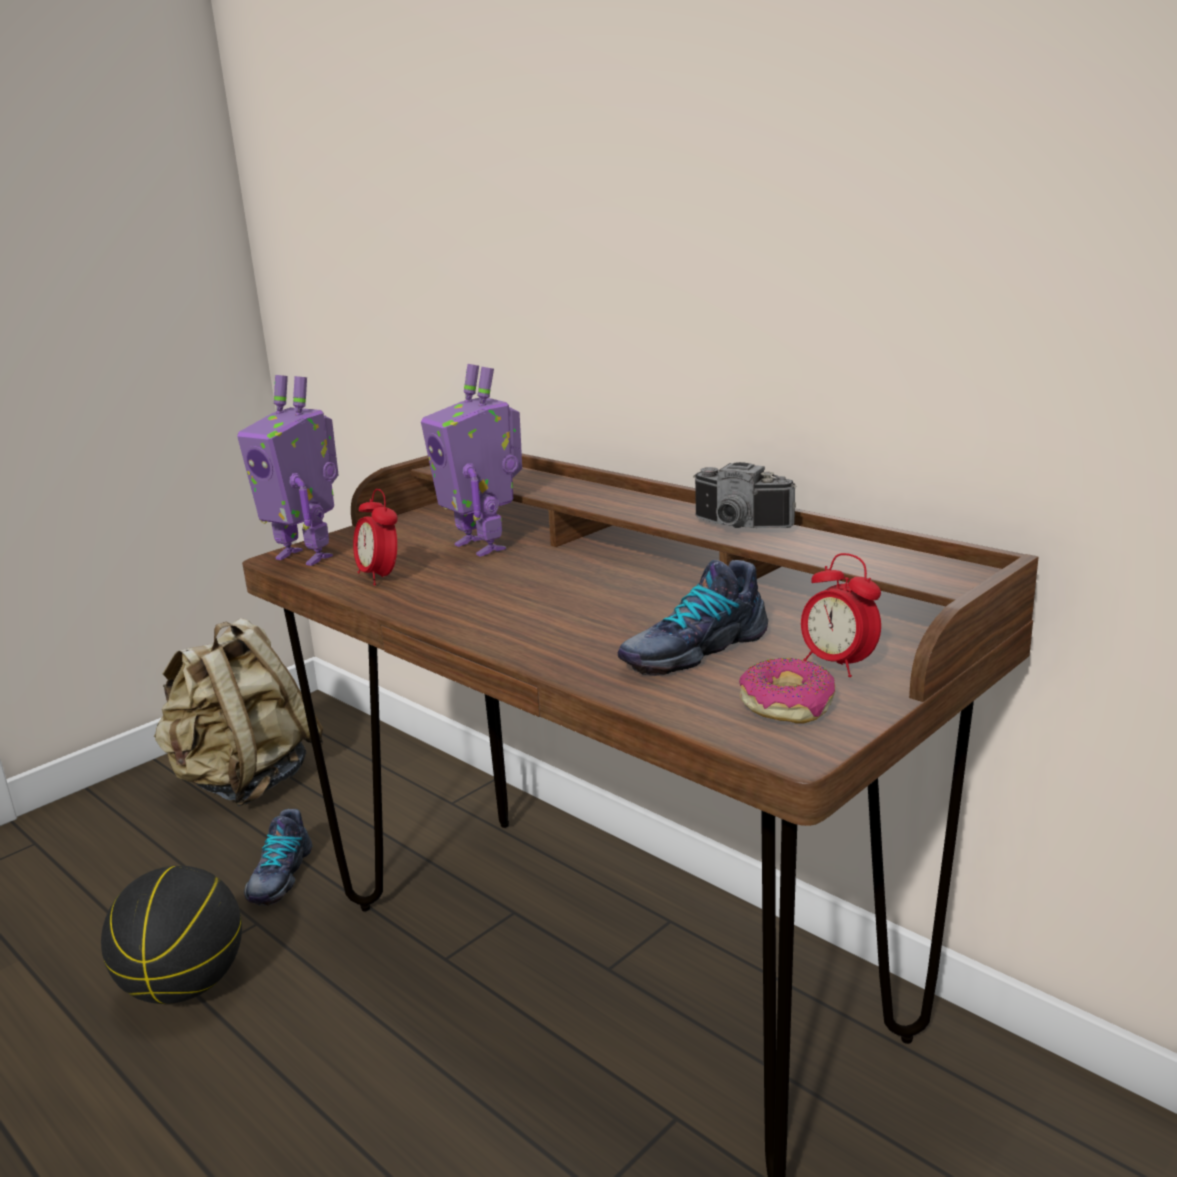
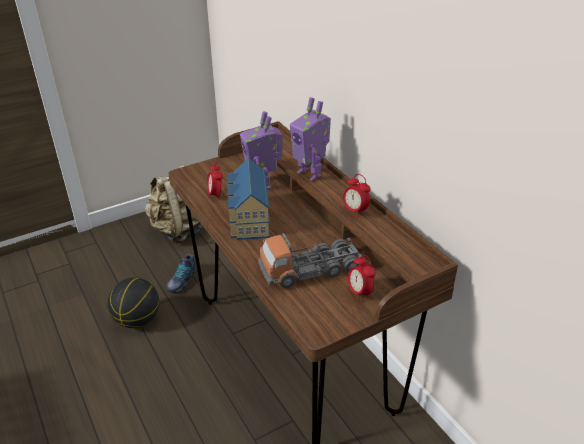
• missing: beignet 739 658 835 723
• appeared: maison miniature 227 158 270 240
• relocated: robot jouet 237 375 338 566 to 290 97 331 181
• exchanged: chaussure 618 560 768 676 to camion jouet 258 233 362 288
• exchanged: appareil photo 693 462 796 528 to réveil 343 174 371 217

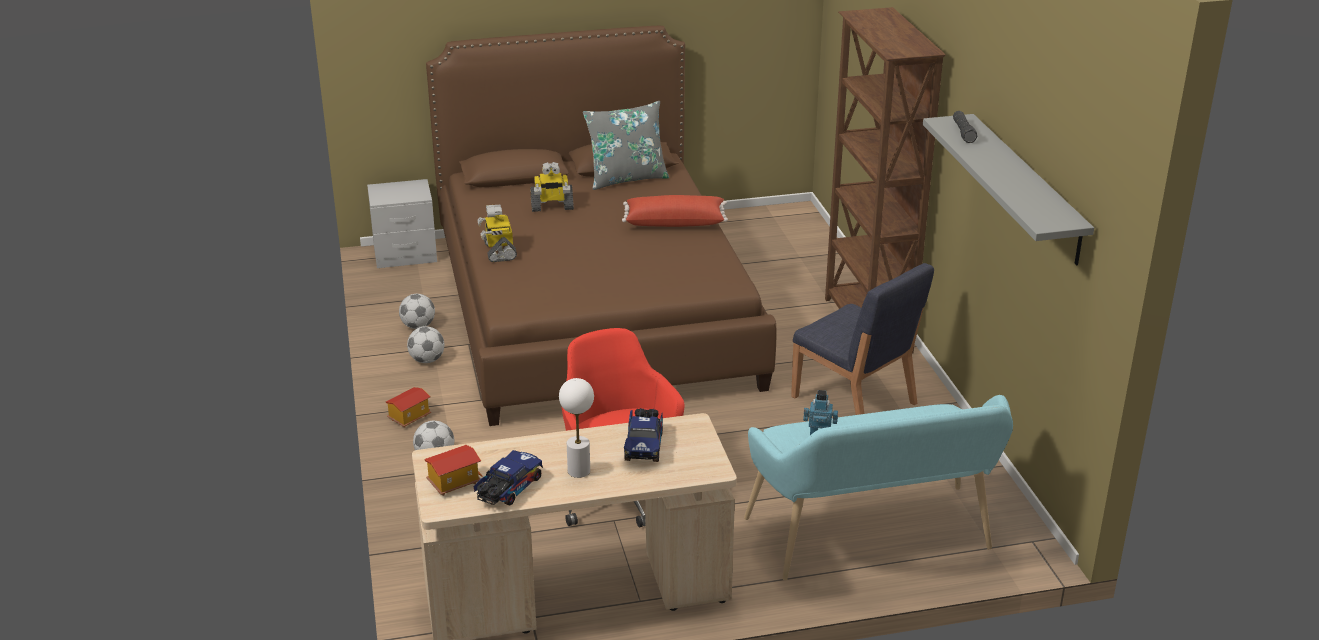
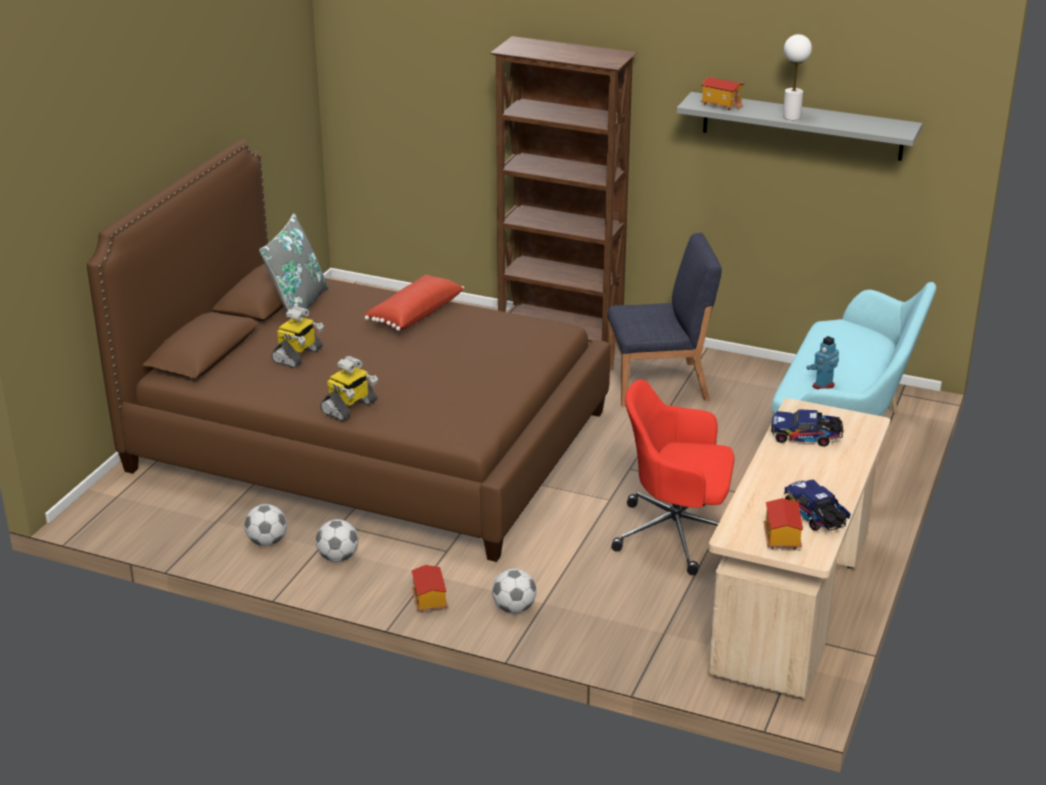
• missing: table de chevet (gris) 367 179 437 268
• relocated: lampe de table (blanc) 559 378 594 478 to 783 34 812 120
• exchanged: lampe de poche (noir) 953 111 977 143 to maison miniature 700 77 744 110
• spun: robot jouet 477 205 517 262 = 320 356 378 421 75 degrees counterclockwise
• spun: camion jouet 624 408 663 462 = 771 409 843 447 150 degrees clockwise

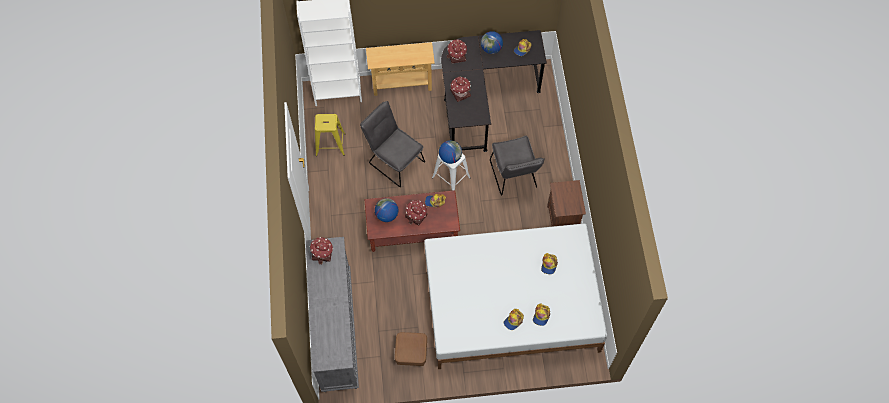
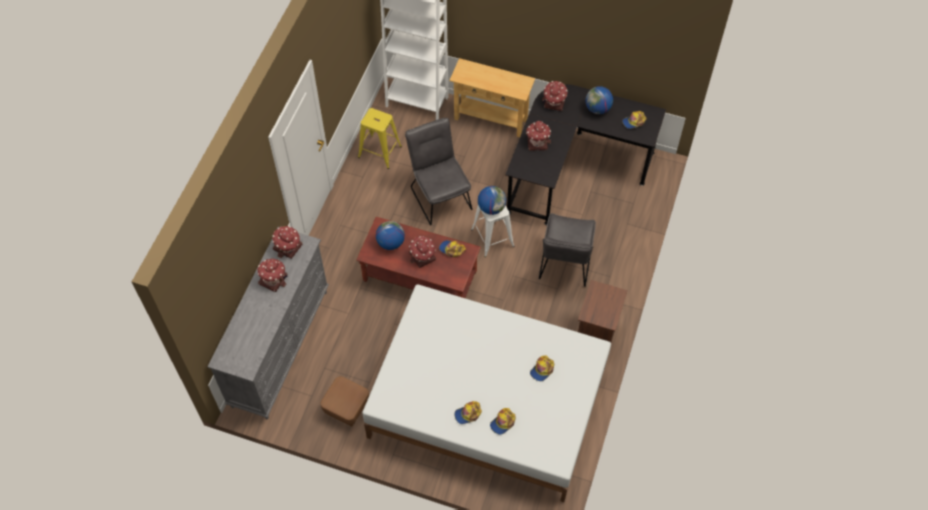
• appeared: maison miniature 257 259 288 292

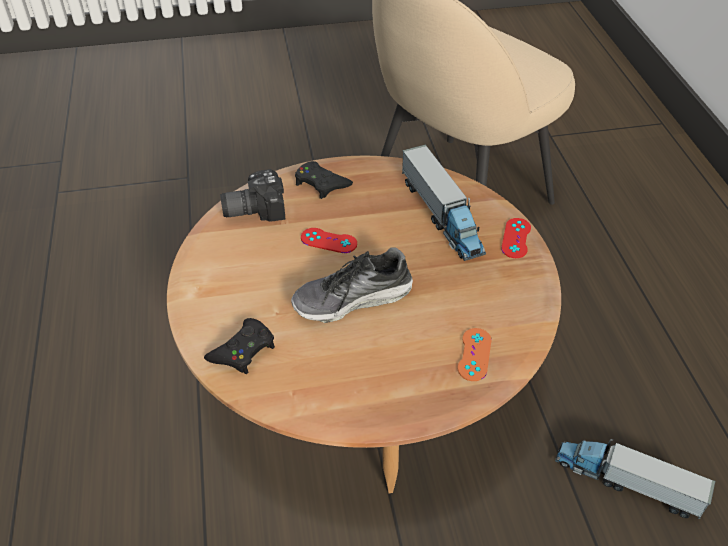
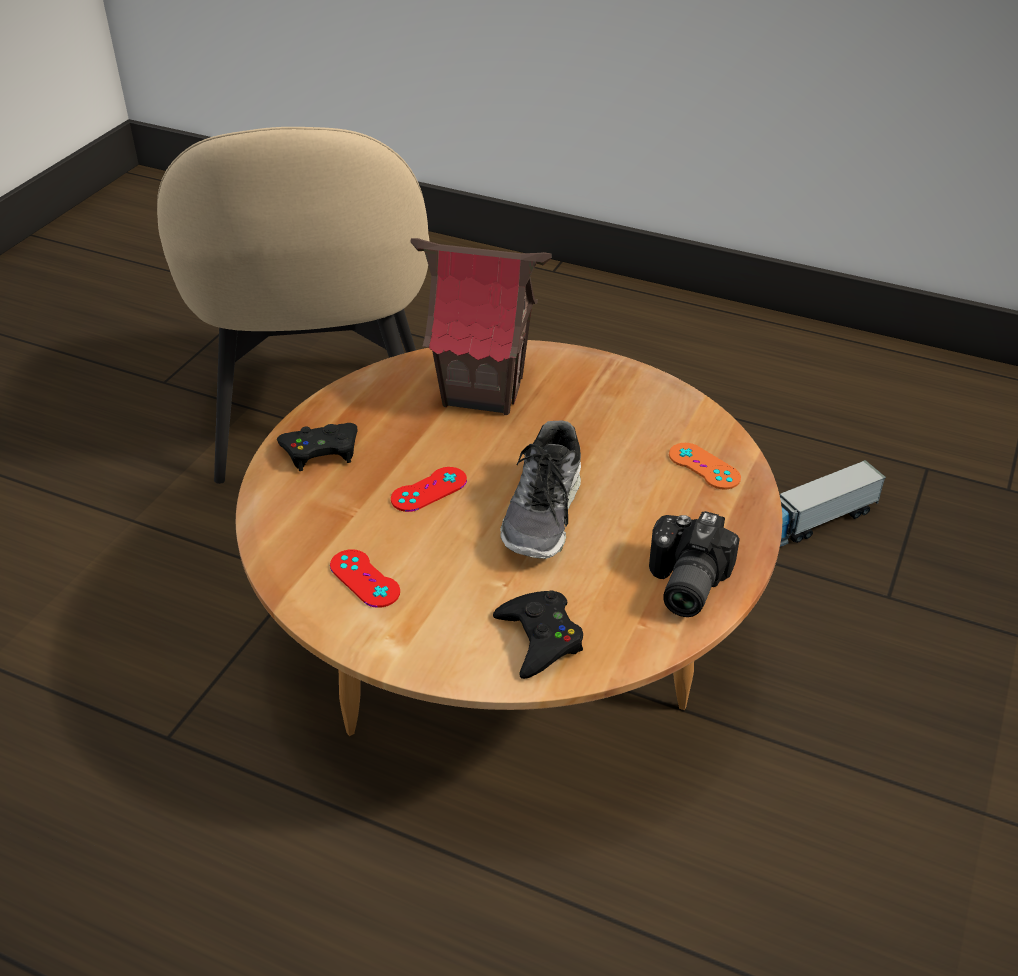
• relocated: appareil photo 220 169 286 222 to 649 511 740 617
• relocated: manette (rouge) 501 218 531 258 to 330 549 400 608
• exchanged: camion jouet 402 144 486 261 to maison miniature 411 238 552 415

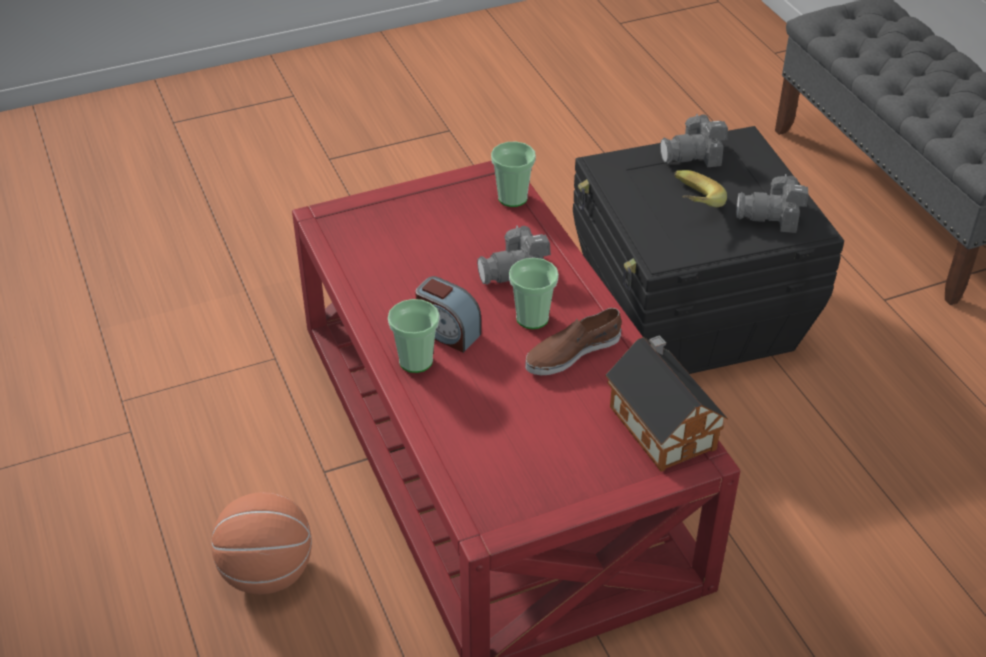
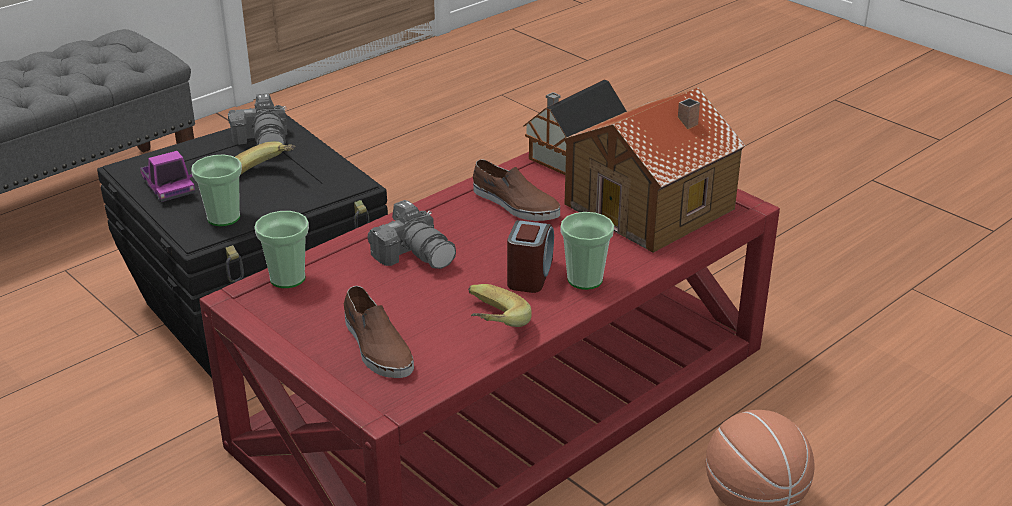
• appeared: chaussure (marron) 344 286 414 378
• appeared: banane 468 284 532 327
• appeared: maison miniature 564 87 745 253
• relocated: tasse 509 258 559 329 to 191 155 242 226
• exchanged: appareil photo 660 114 728 167 to camion jouet 140 151 195 202

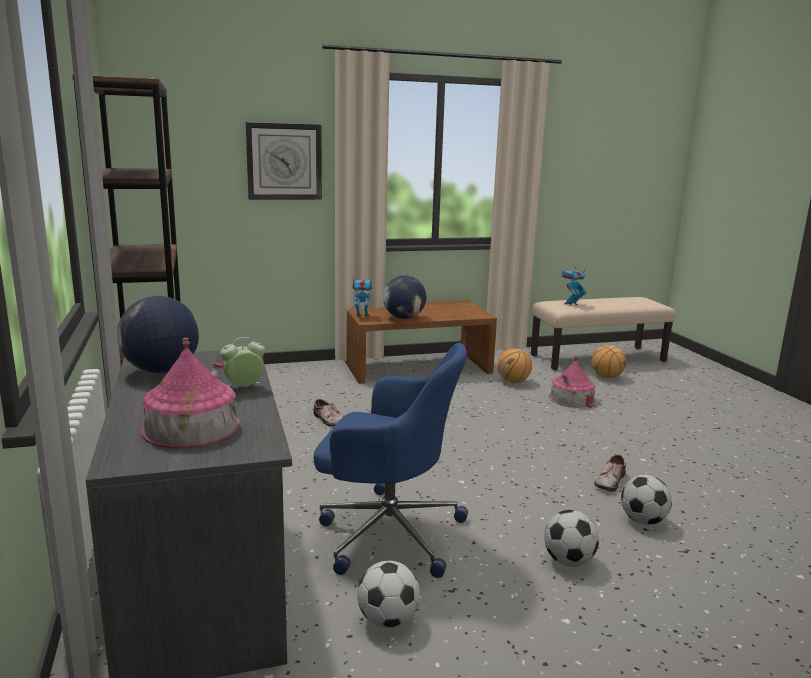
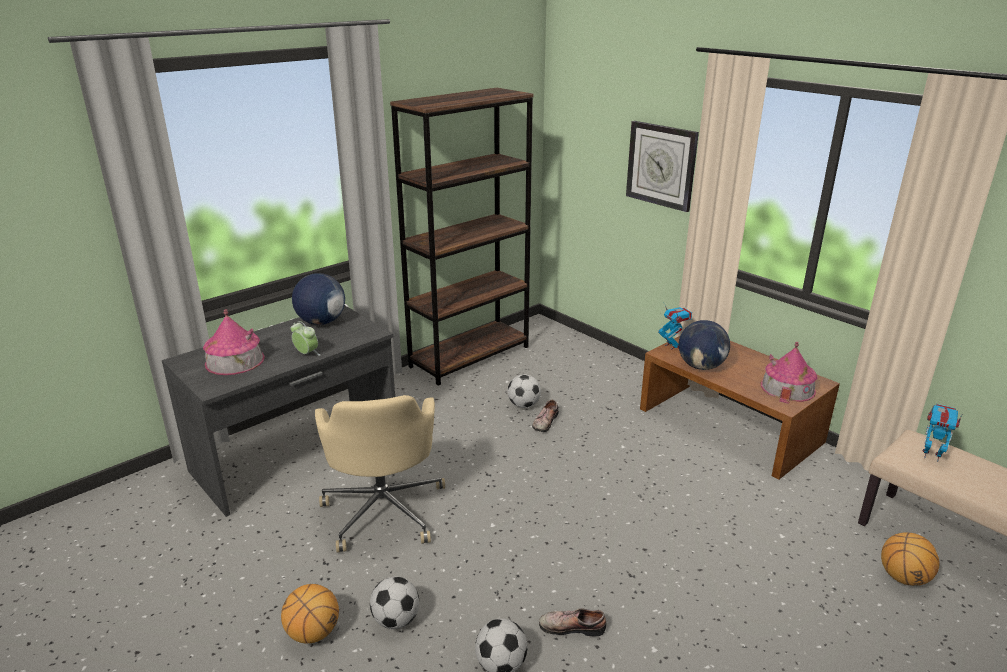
• relocated: ballon de foot 357 561 420 628 to 507 374 541 408
• relocated: ballon de basket 497 349 532 383 to 281 584 339 644
• relocated: maison miniature 549 356 596 408 to 761 342 817 404
• colour: chaise de bureau (bleu) 314 343 468 578 to chaise de bureau (beige) 315 395 445 552

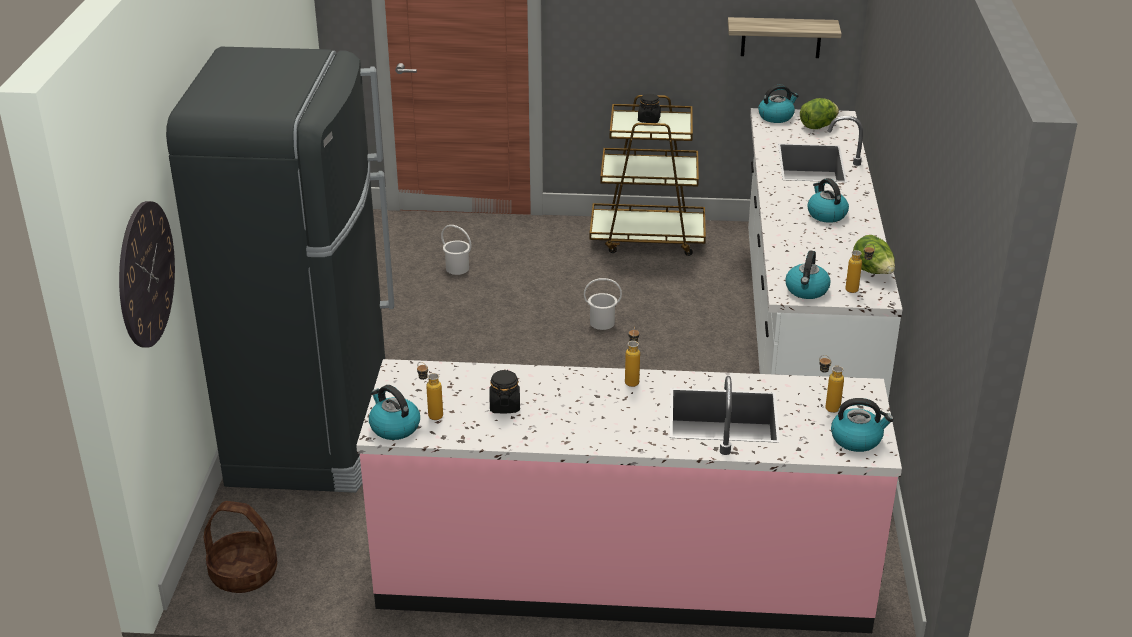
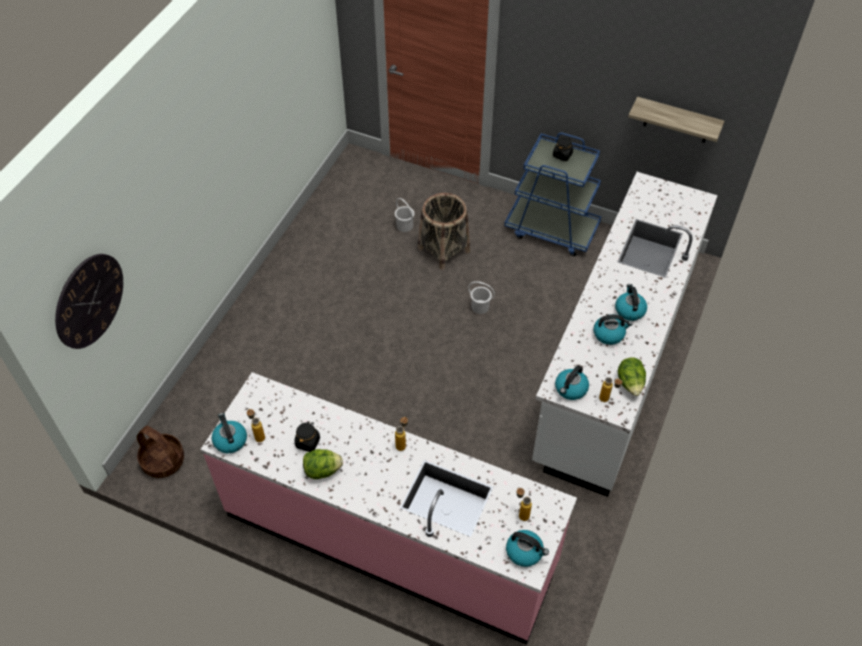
• missing: réfrigérateur (noir) 166 47 394 493
• appeared: panier 418 193 470 270
• relocated: bouilloire 758 85 799 123 to 594 314 632 345
• relocated: laitue 800 98 839 129 to 303 449 343 479
• colour: chariot (marron) 589 95 706 256 to chariot (bleu) 504 133 601 256

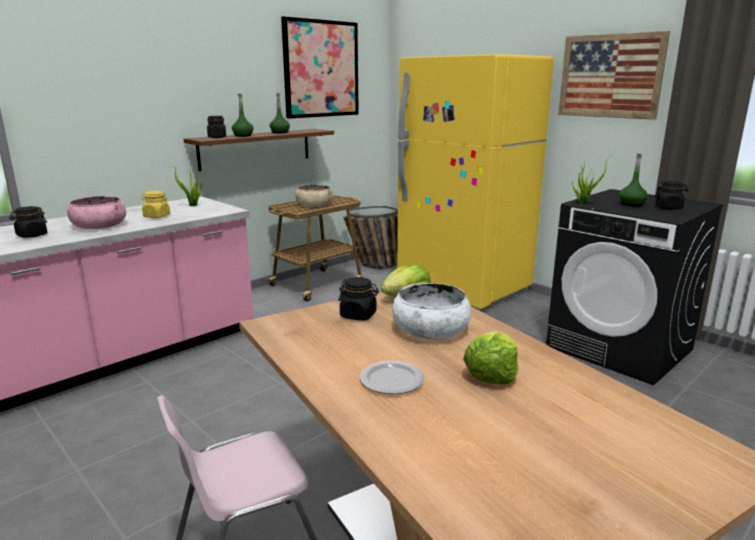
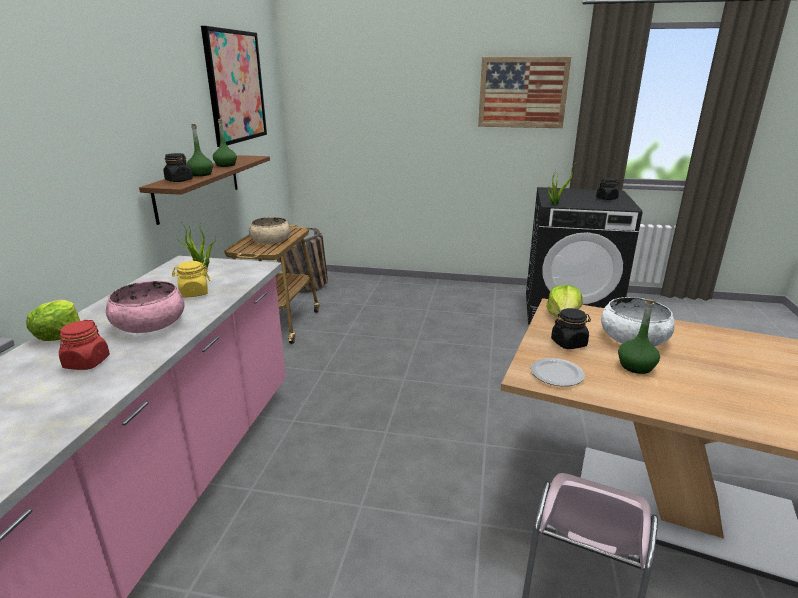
• missing: réfrigérateur (jaune) 397 54 554 309
• relocated: assiette 360 361 424 394 to 531 358 585 386
• relocated: laitue 463 331 519 384 to 26 300 80 341
• relocated: bouteille (vert) 619 154 648 207 to 618 299 660 374
• colour: bocal (noir) 9 206 47 238 to bocal (rouge) 59 320 110 370

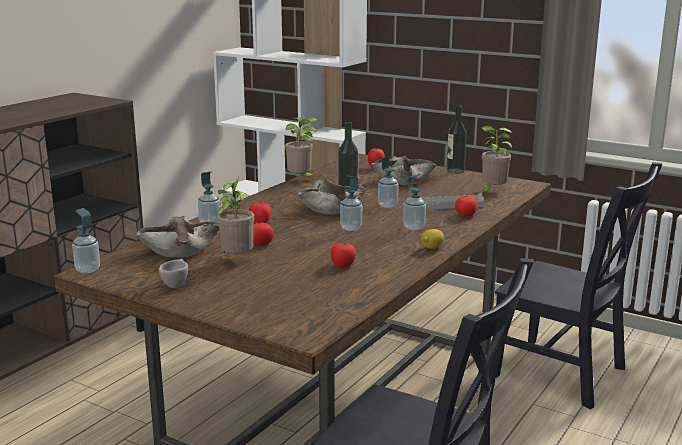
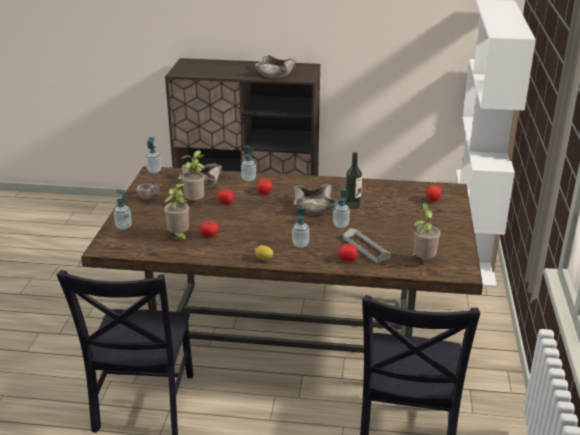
• missing: bouteille 447 105 467 174
• relocated: plante en pot 285 118 318 176 to 164 184 189 243
• relocated: distributeur de savon 340 175 362 231 to 114 189 132 230
• relocated: bol (beige) 371 156 436 185 to 255 55 296 78

